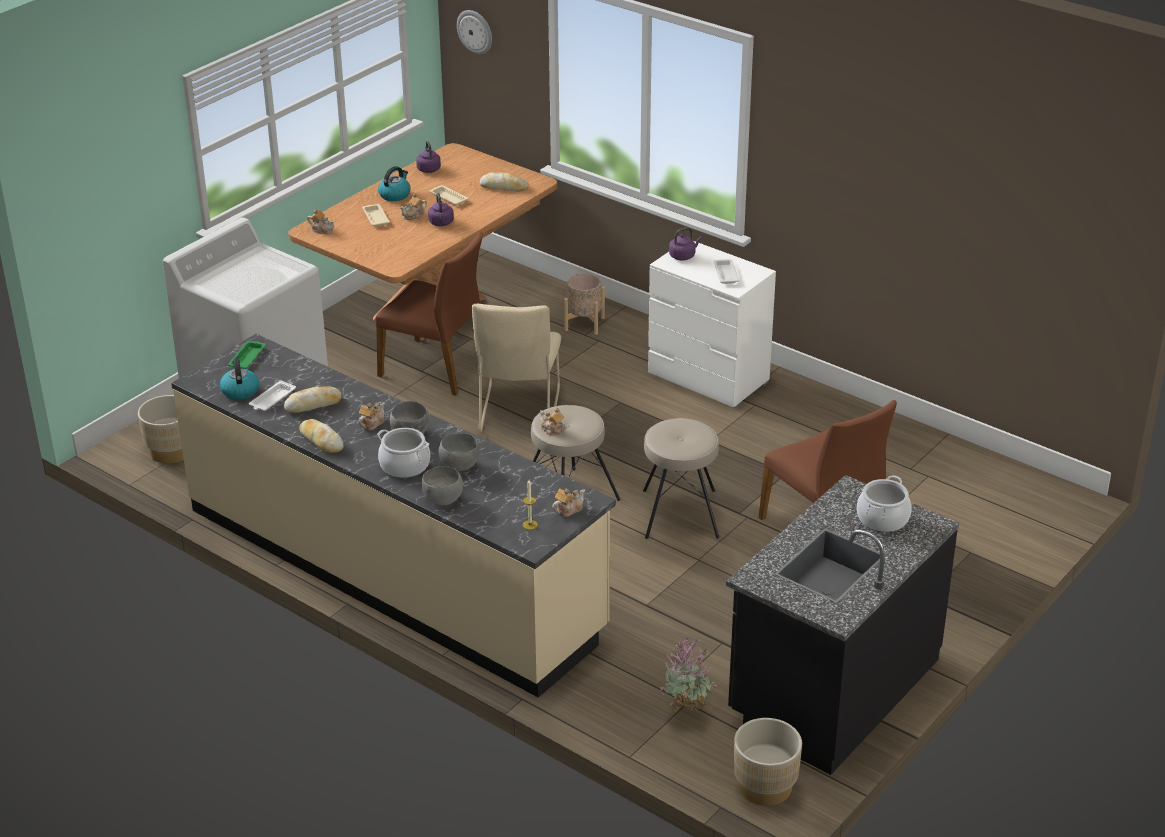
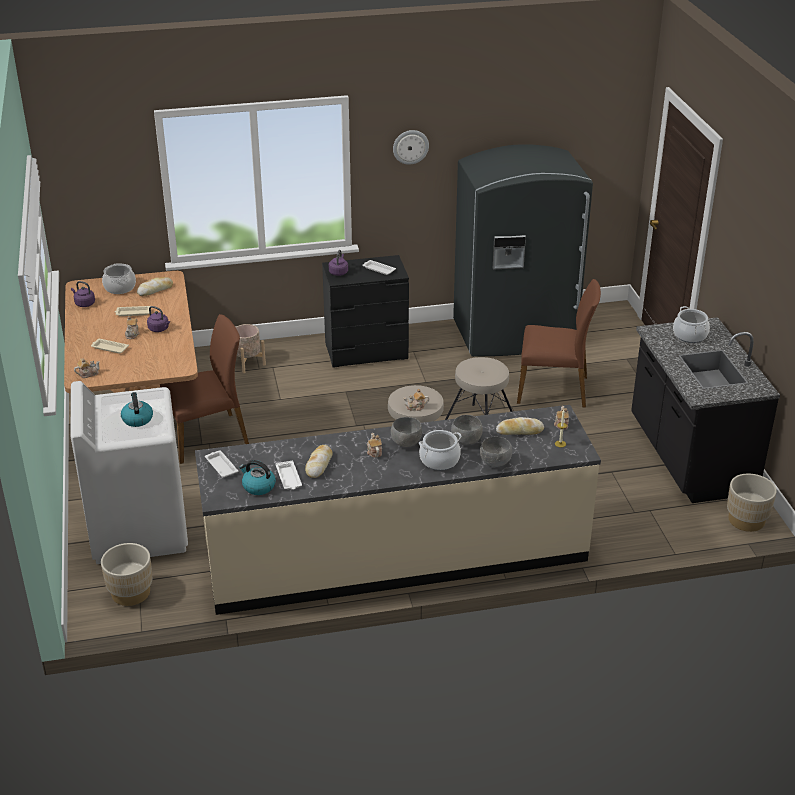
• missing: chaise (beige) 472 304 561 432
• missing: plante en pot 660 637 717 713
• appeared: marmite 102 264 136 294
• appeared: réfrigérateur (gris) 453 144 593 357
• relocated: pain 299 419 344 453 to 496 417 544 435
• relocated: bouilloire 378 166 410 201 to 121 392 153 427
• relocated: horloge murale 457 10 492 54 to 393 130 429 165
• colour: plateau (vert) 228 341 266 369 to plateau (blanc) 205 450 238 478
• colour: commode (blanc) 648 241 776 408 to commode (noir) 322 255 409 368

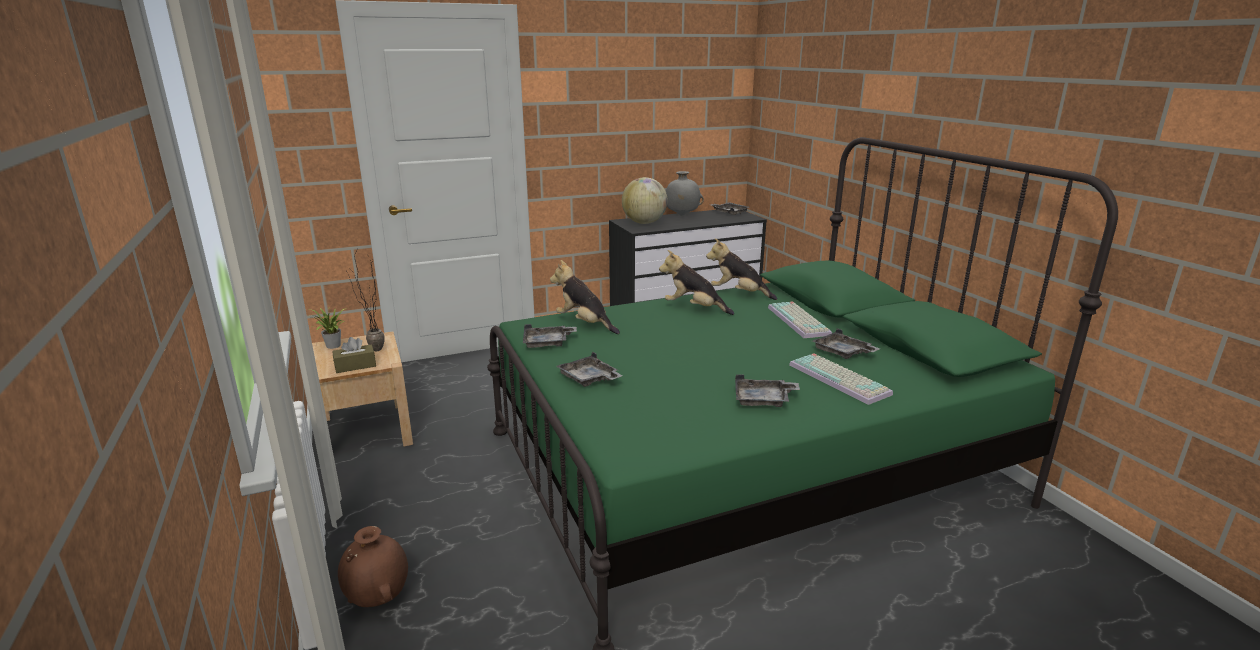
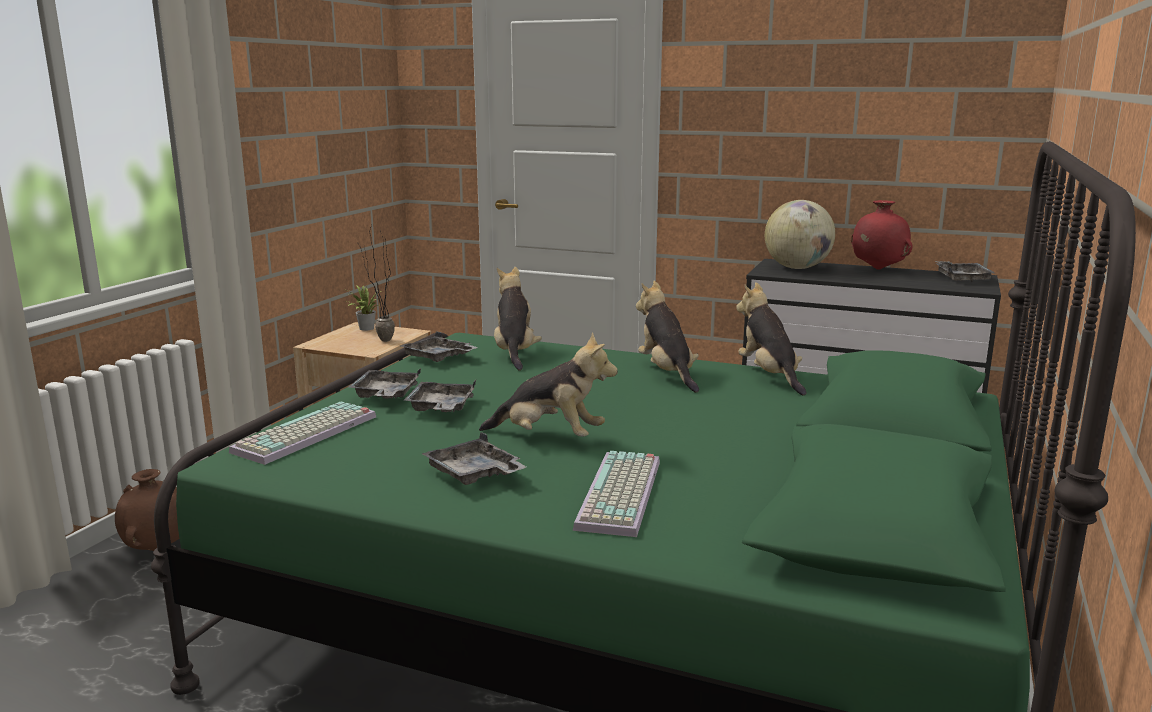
• missing: boîte à mouchoirs (marron) 332 337 376 373
• appeared: peluche 479 333 618 437
• relocated: clavier 768 301 832 338 to 229 401 376 465
• relocated: plateau (gris) 812 329 880 359 to 403 380 476 412
• colour: vase (gris) 666 171 704 215 to vase (rouge) 851 200 913 270

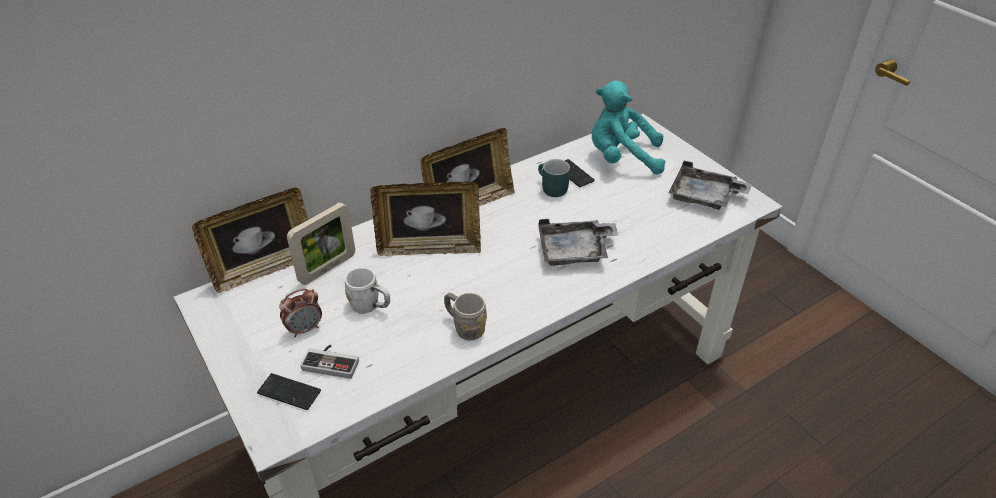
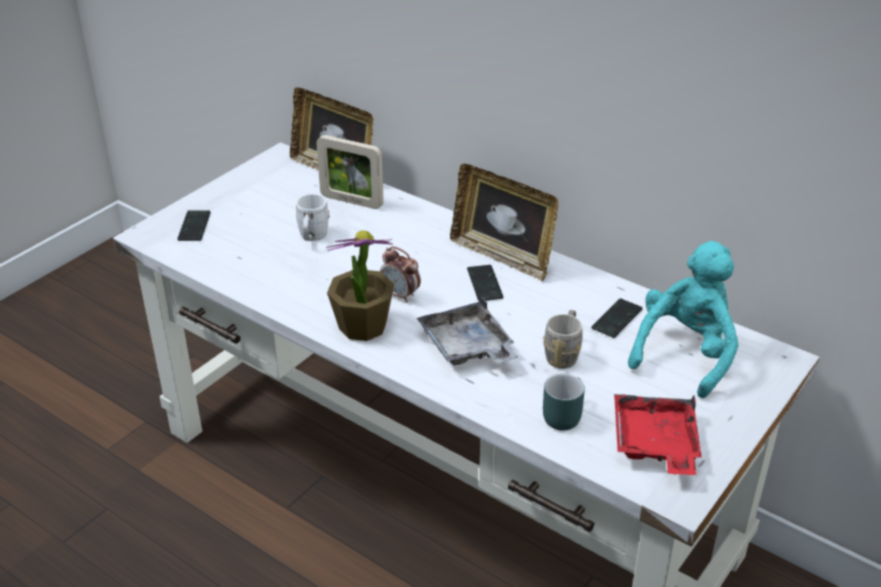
• missing: manette 300 345 359 379
• missing: cadre photo 370 181 481 256
• appeared: plante en pot 326 230 394 341
• appeared: téléphone 467 265 503 301
• relocated: réveil 279 288 322 337 to 380 246 421 303
• relocated: mug (gris) 444 293 487 340 to 543 310 583 369
• relocated: mug (turquoise) 538 159 570 197 to 543 374 585 431
• colour: plateau (gris) 669 161 752 210 to plateau (rouge) 614 394 702 475
• spun: peluche (turquoise) 592 81 666 174 = 628 241 738 398 45 degrees clockwise

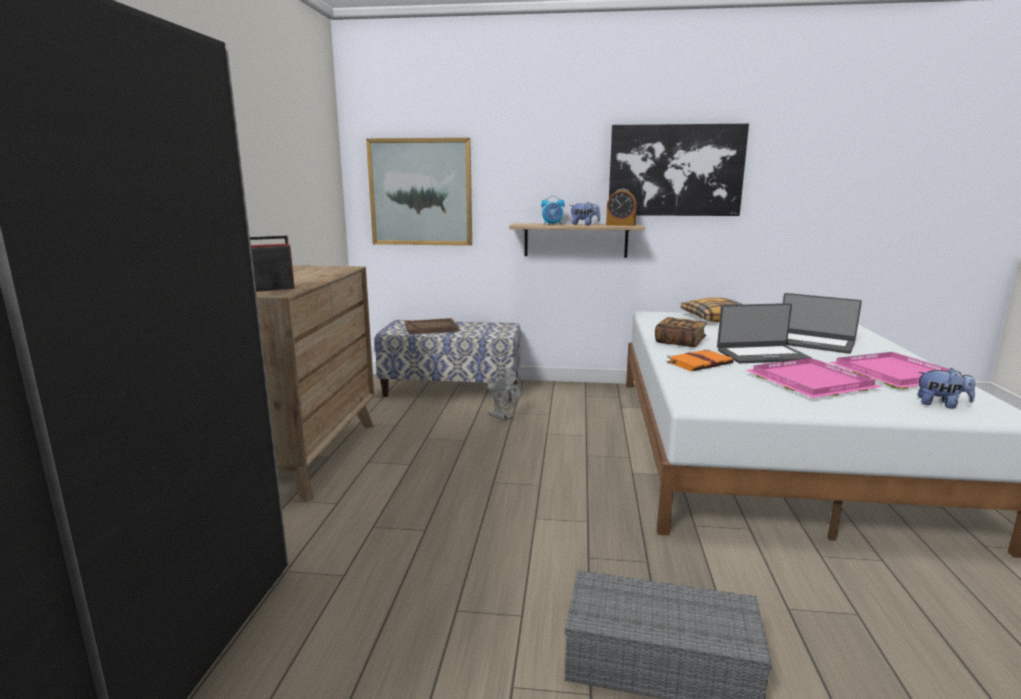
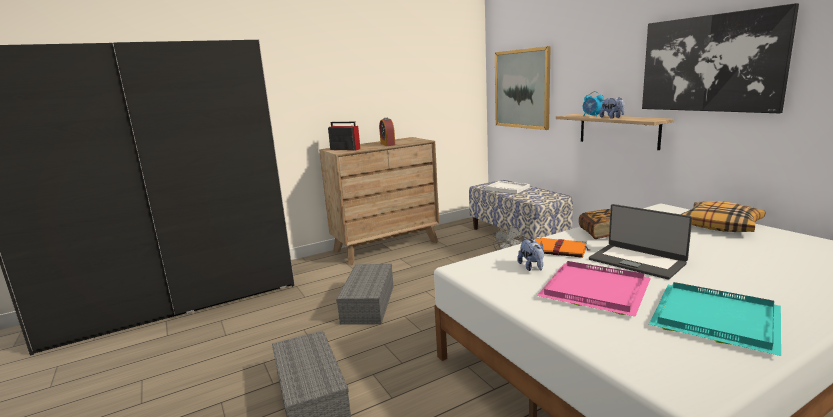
• missing: ordinateur portable 783 293 862 354
• appeared: boîte de rangement (gris) 336 264 394 325
• relocated: réveil 606 189 637 226 to 379 118 395 146
• relocated: peluche 917 368 975 409 to 517 238 544 271
• colour: plateau (marron) 405 318 459 335 to plateau (blanc) 485 181 530 194
• colour: plateau (rose) 829 352 948 390 to plateau (turquoise) 649 282 781 356

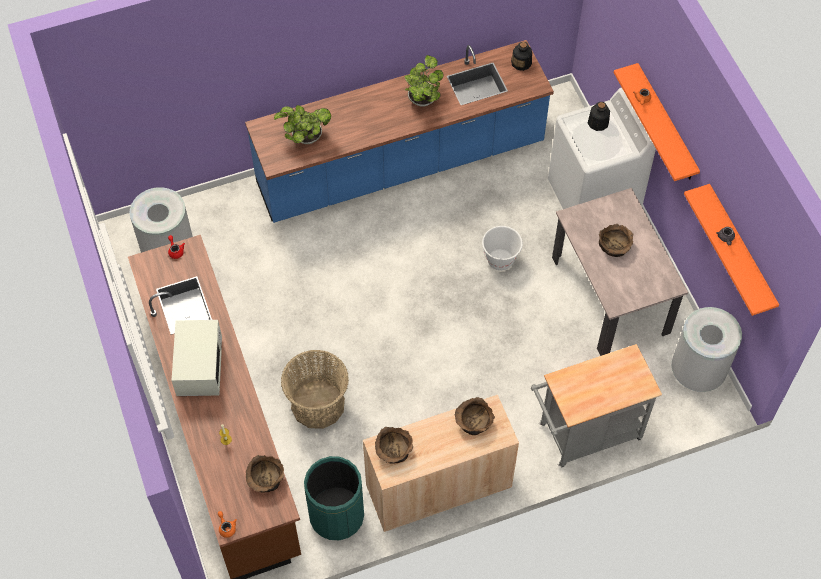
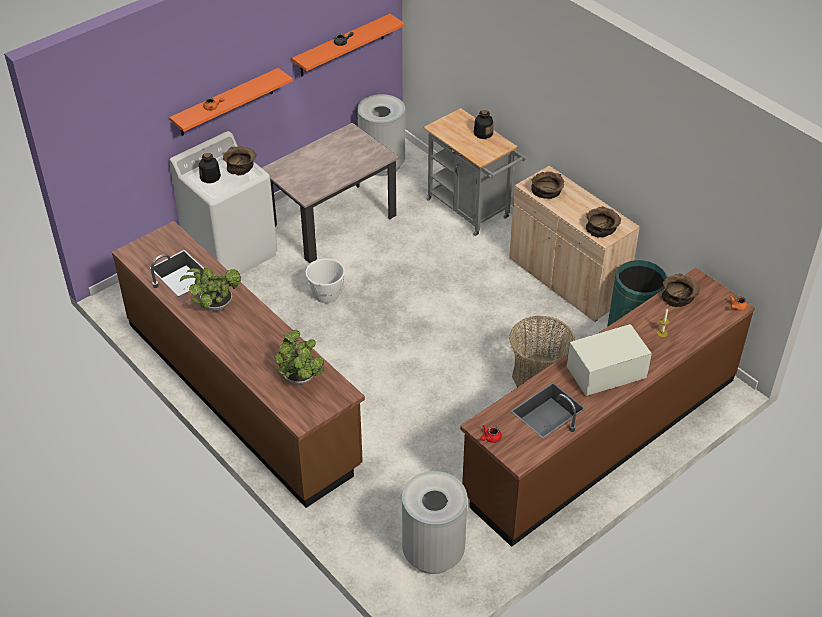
• relocated: bouteille 511 42 532 71 to 474 110 493 139
• relocated: bol (marron) 599 224 634 257 to 223 146 257 175
• colour: comptoir de cuisine (bleu) 245 40 554 223 to comptoir de cuisine (marron) 112 221 365 508

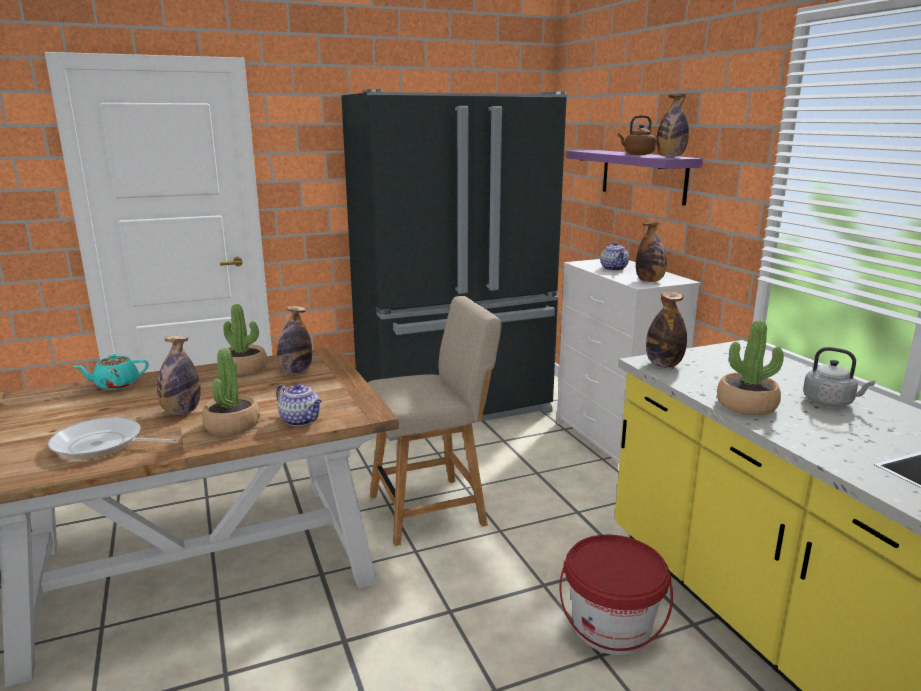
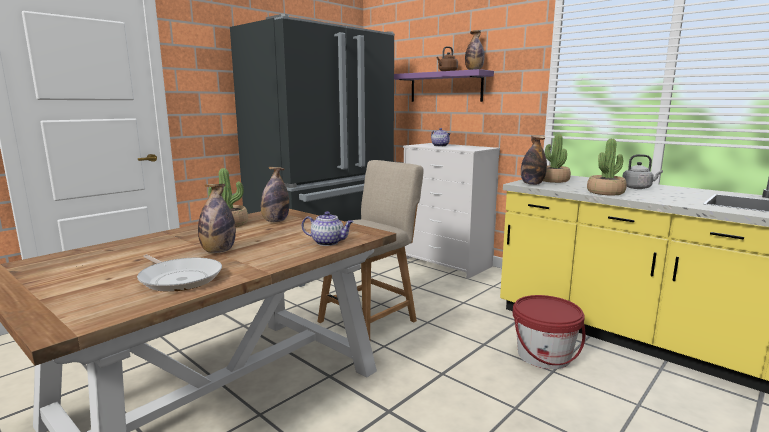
• missing: théière (turquoise) 73 354 149 390
• missing: bouteille 636 222 667 282
• relocated: plante en pot 202 348 260 435 to 543 134 571 183
• spun: poêle 48 417 181 459 = 137 255 222 292 120 degrees counterclockwise

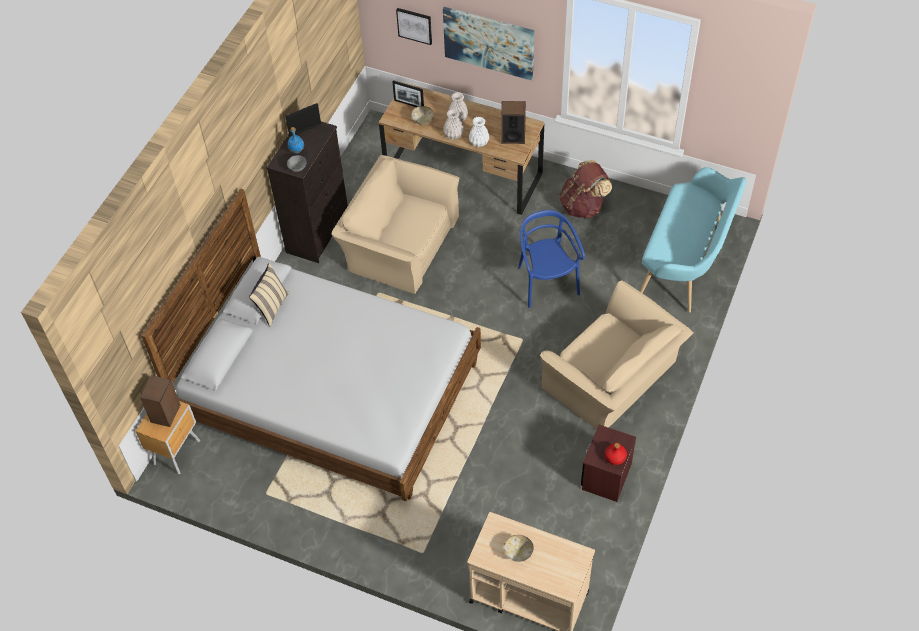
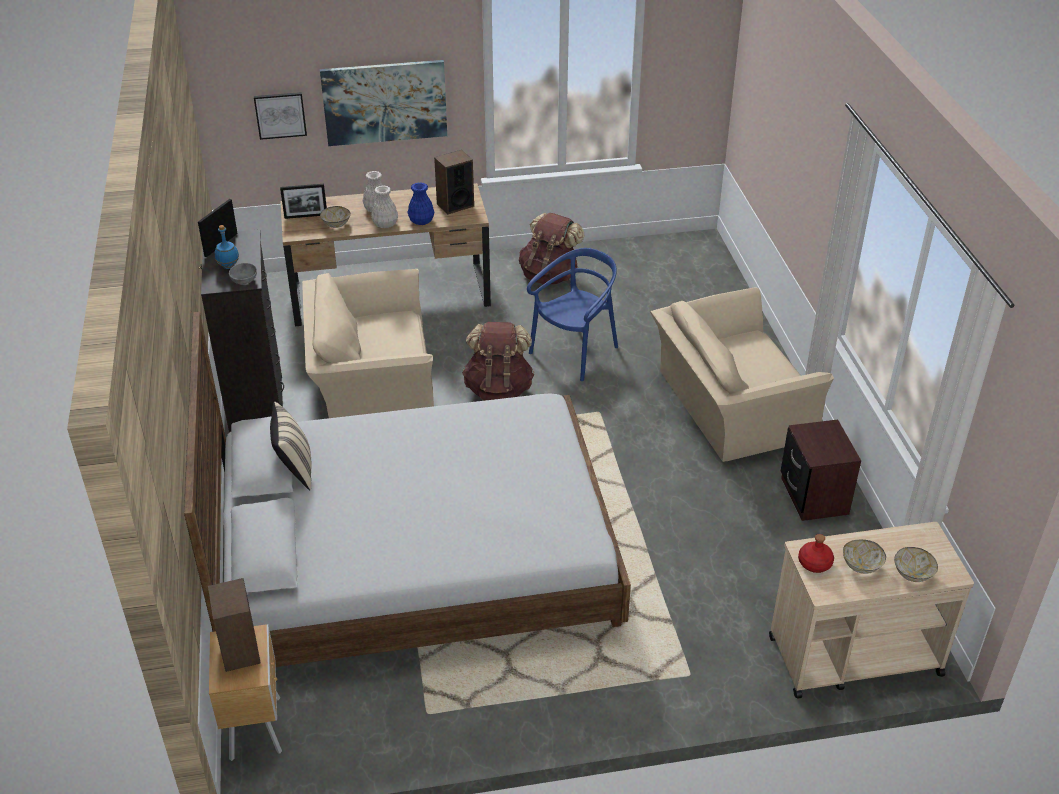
• missing: banc (turquoise) 640 167 747 313
• appeared: sac à dos (marron) 462 322 534 401
• appeared: bol 894 547 938 582
• relocated: bouteille (rouge) 605 443 627 465 to 798 534 834 573
• colour: vase (blanc) 469 116 489 147 to vase (bleu) 408 182 435 225
• spun: chaise (bleu) 518 210 585 308 = 527 248 618 381 90 degrees clockwise
• spun: fauteuil (beige) 540 280 694 430 = 650 287 834 462 150 degrees clockwise

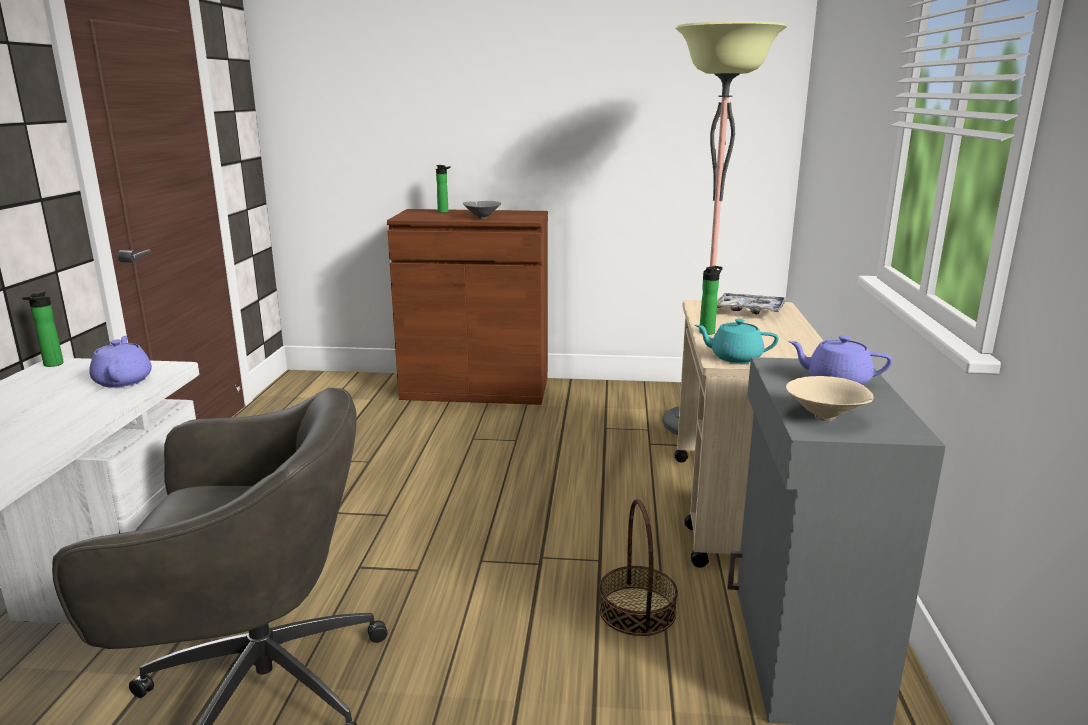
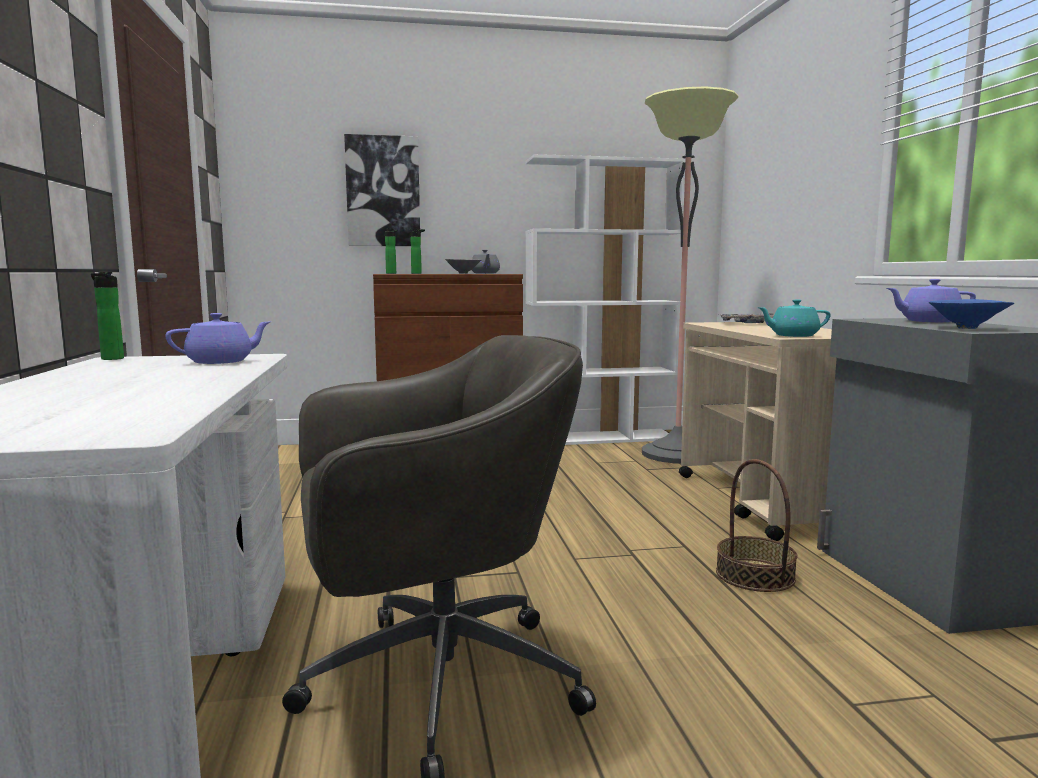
• appeared: tableau 344 134 420 246
• appeared: théière (gris) 472 250 500 274
• appeared: bibliothèque (blanc) 525 154 686 445
• relocated: bouteille 699 266 723 335 to 385 228 398 274
• colour: bol (beige) 786 376 874 421 to bol (bleu) 929 299 1015 329
• spun: théière (violet) 89 336 152 388 = 165 313 272 364 90 degrees clockwise

